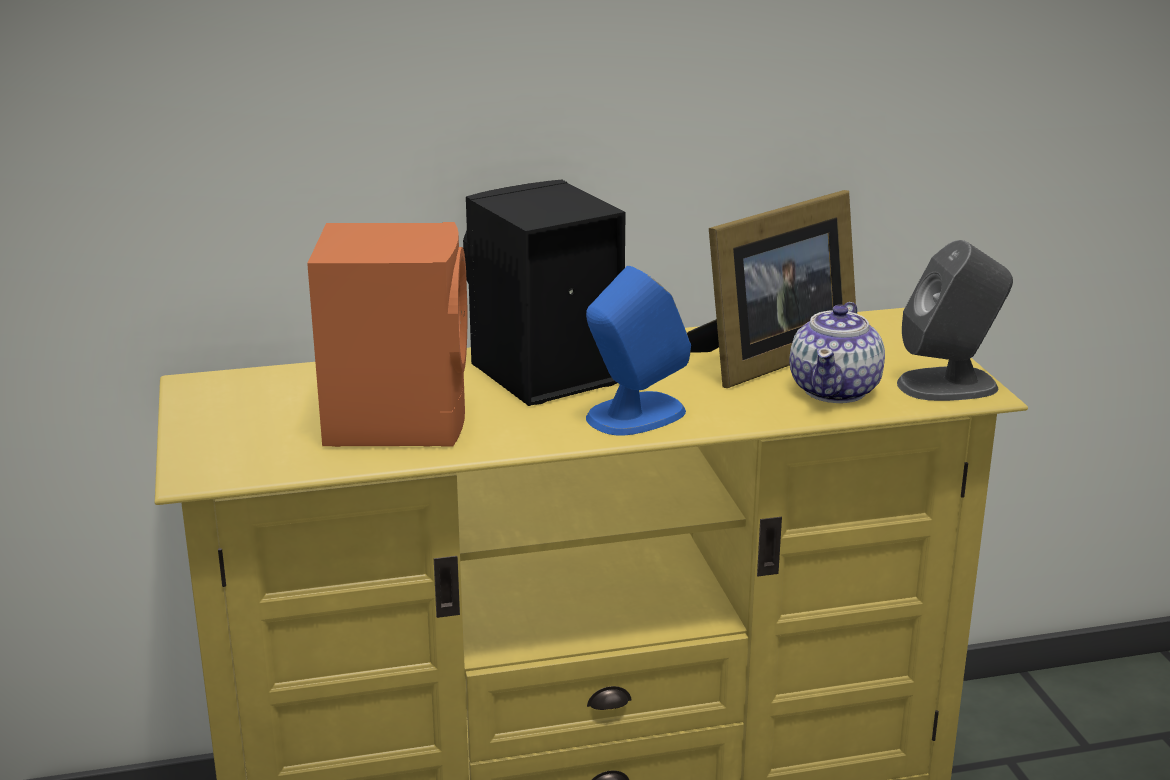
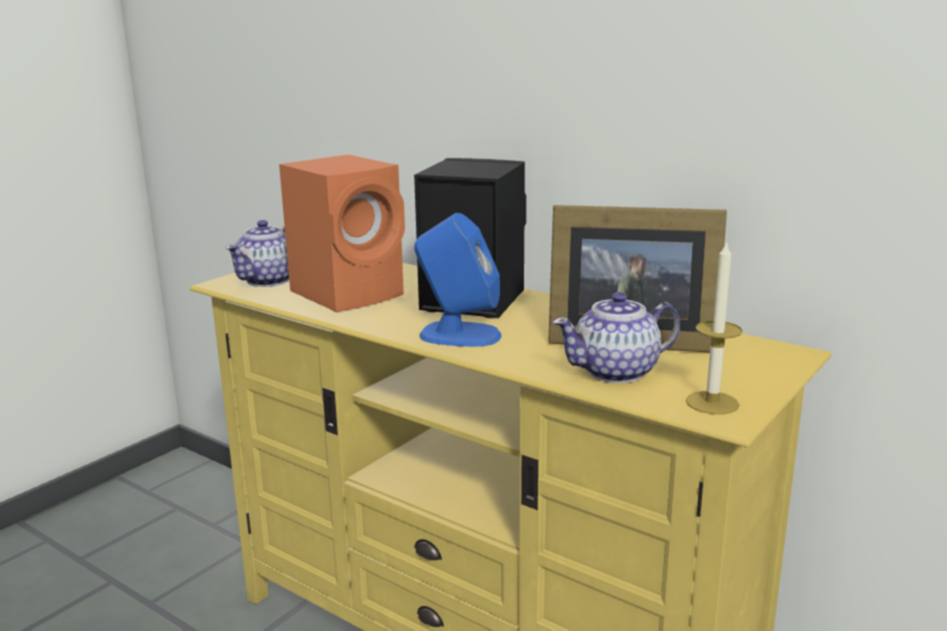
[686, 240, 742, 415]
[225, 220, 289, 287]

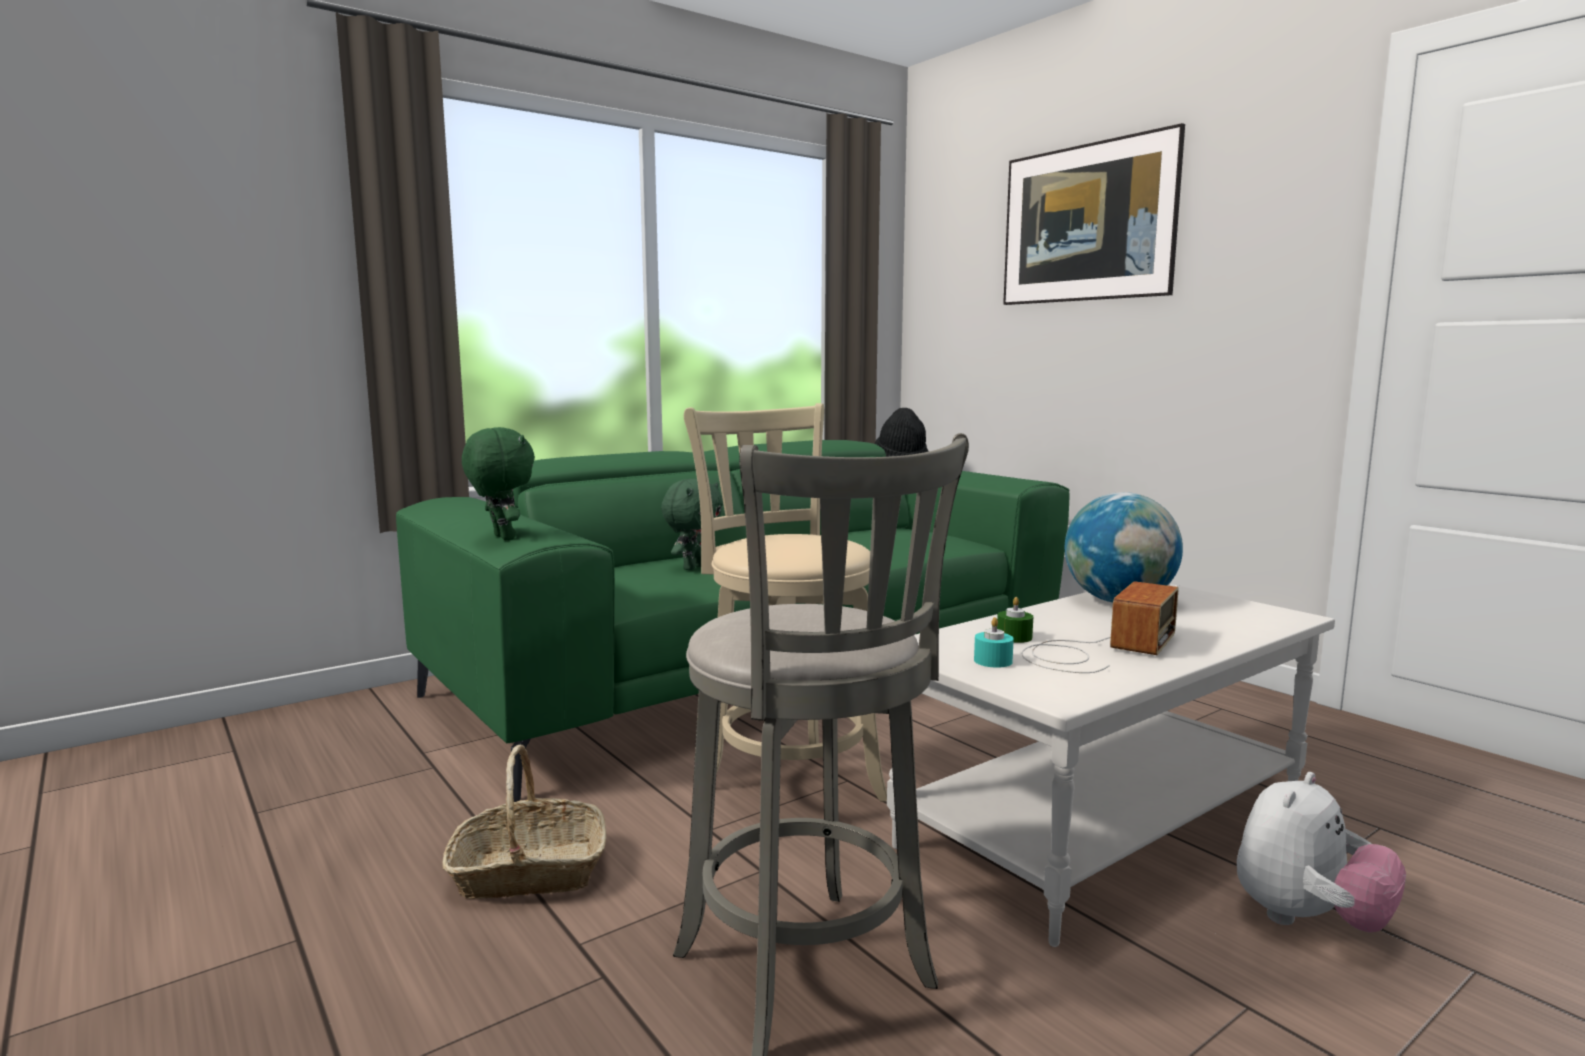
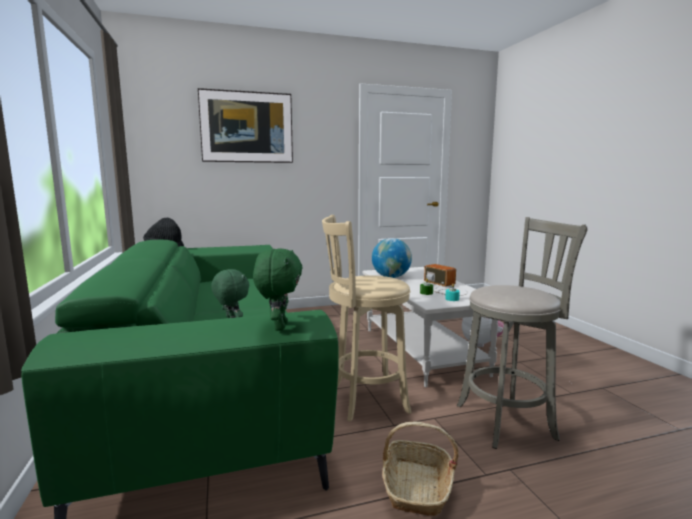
[253, 248, 303, 331]

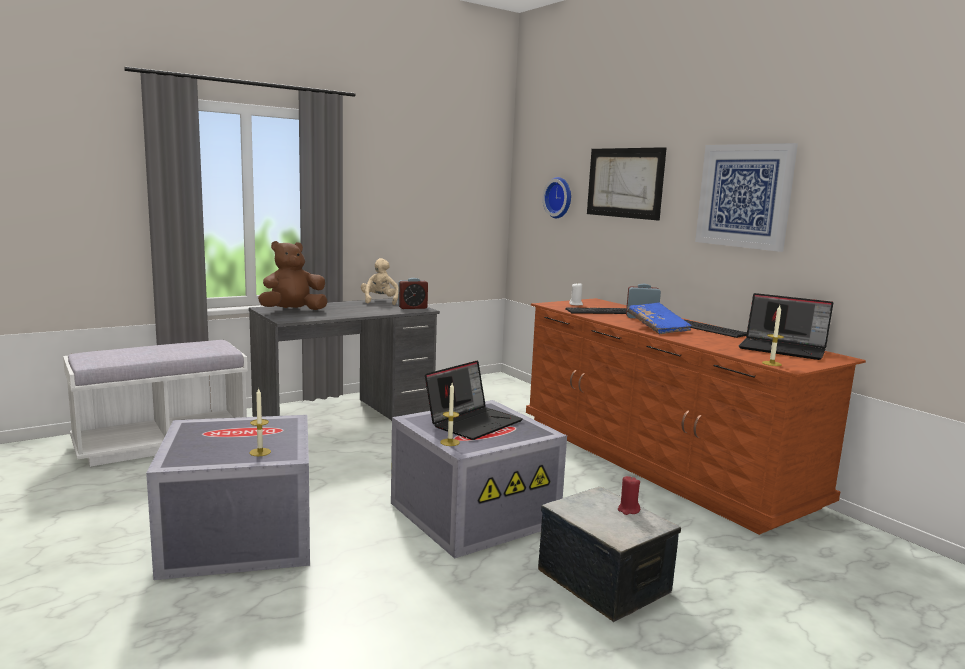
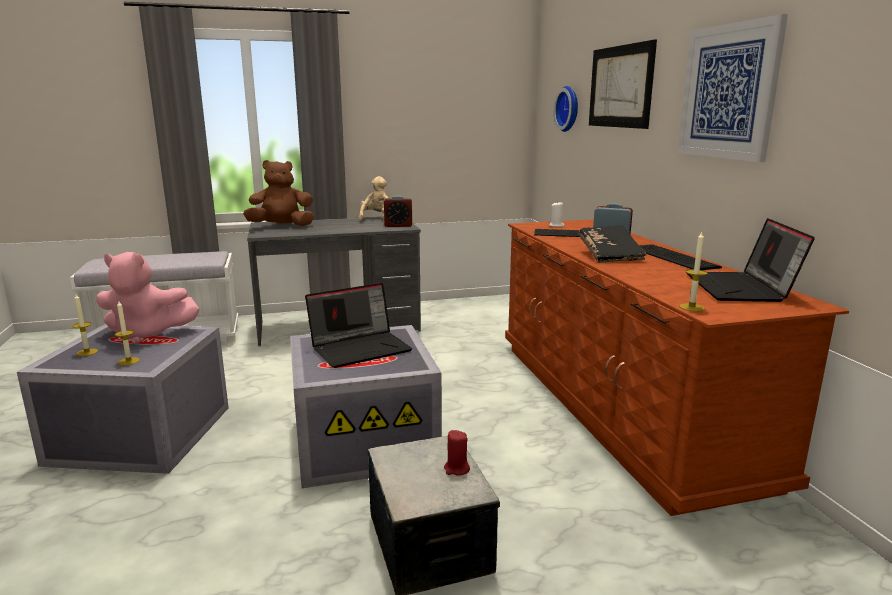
[72, 294, 98, 356]
[578, 225, 647, 263]
[687, 218, 815, 302]
[96, 252, 199, 345]

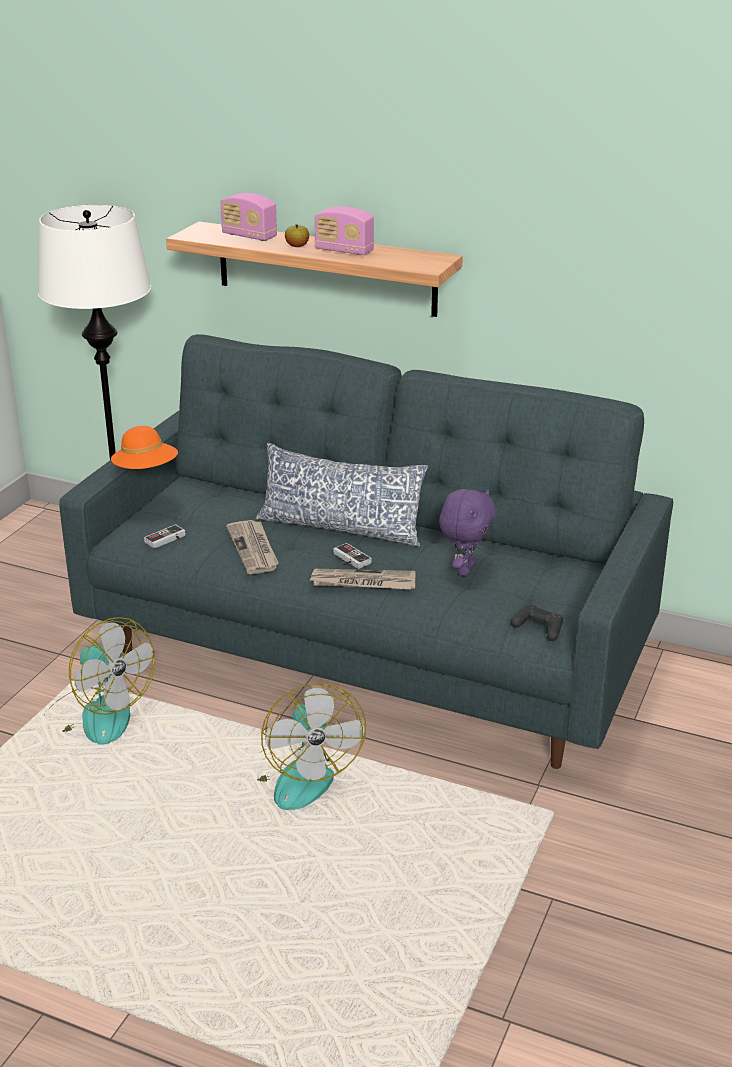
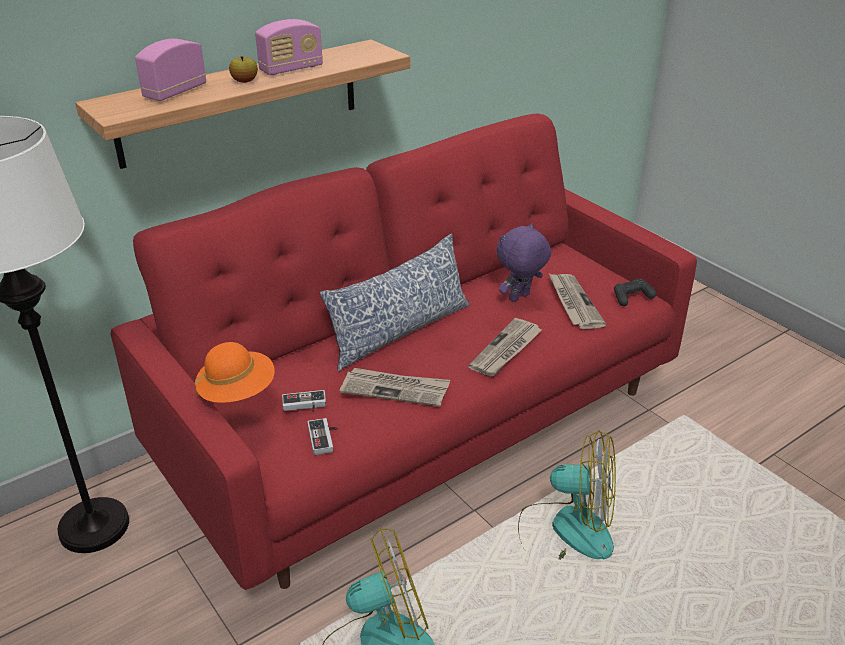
[110, 114, 697, 590]
[135, 39, 206, 101]
[282, 390, 326, 412]
[497, 223, 551, 302]
[549, 274, 606, 329]

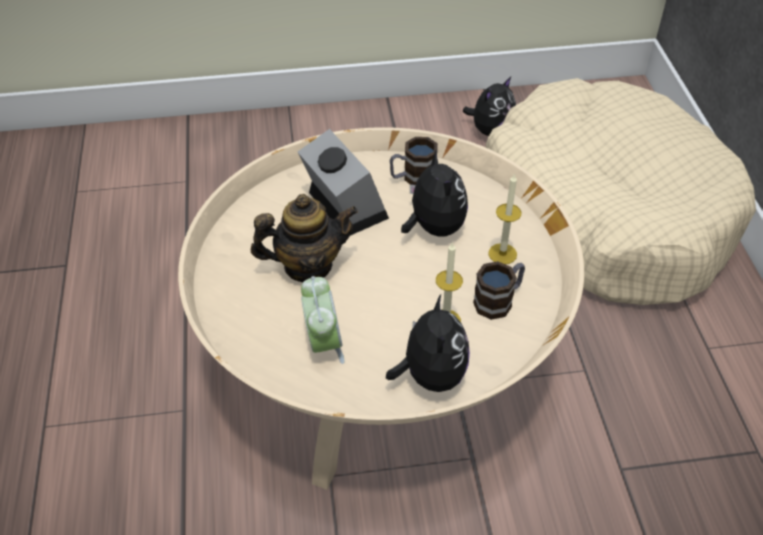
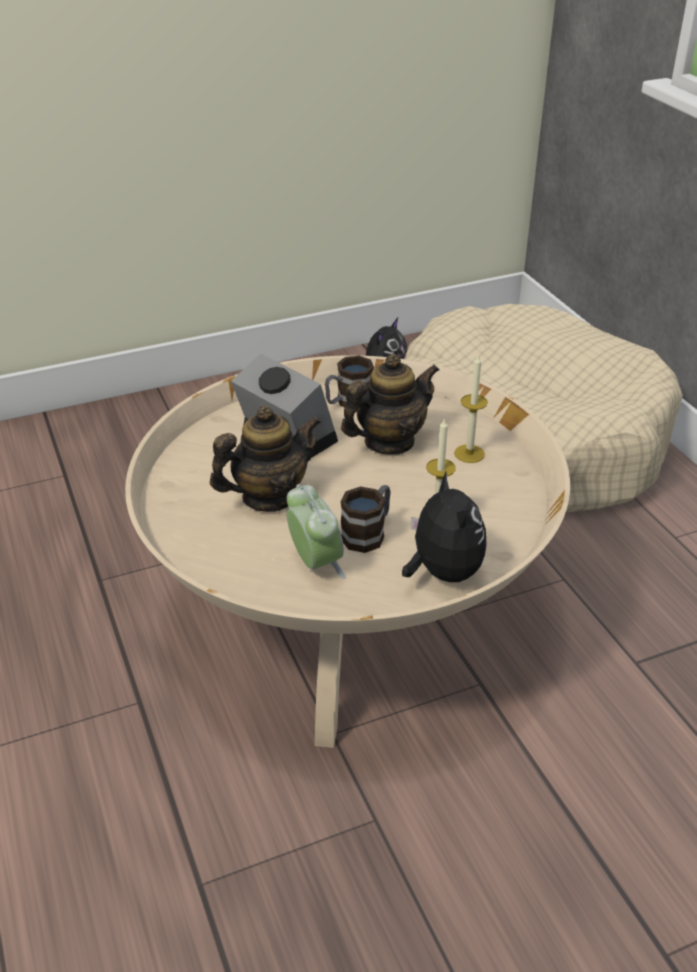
[341, 354, 439, 455]
[341, 485, 391, 553]

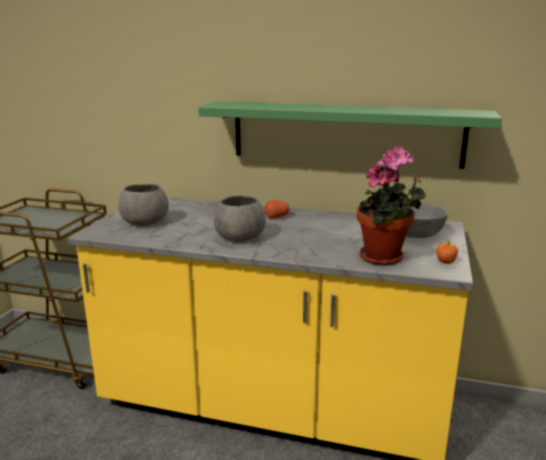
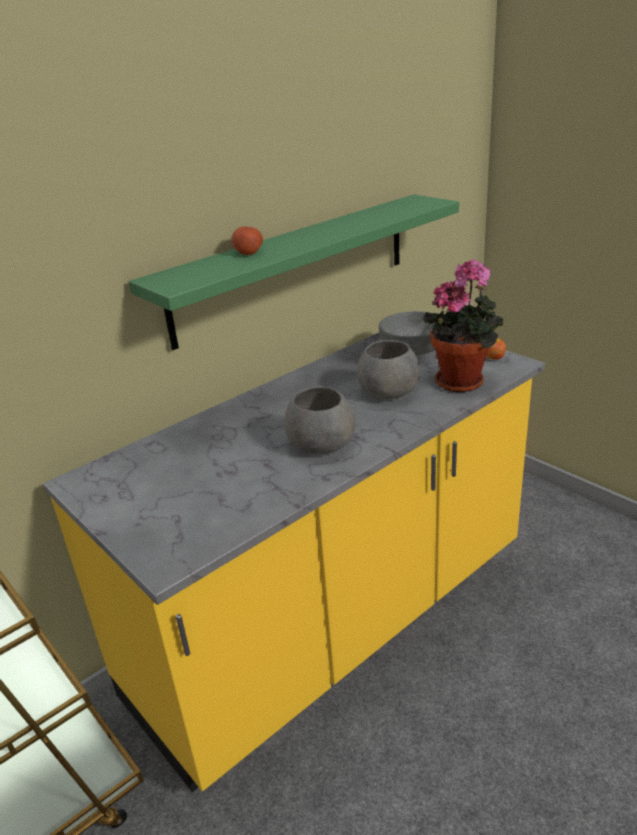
[357, 340, 420, 400]
[232, 226, 263, 255]

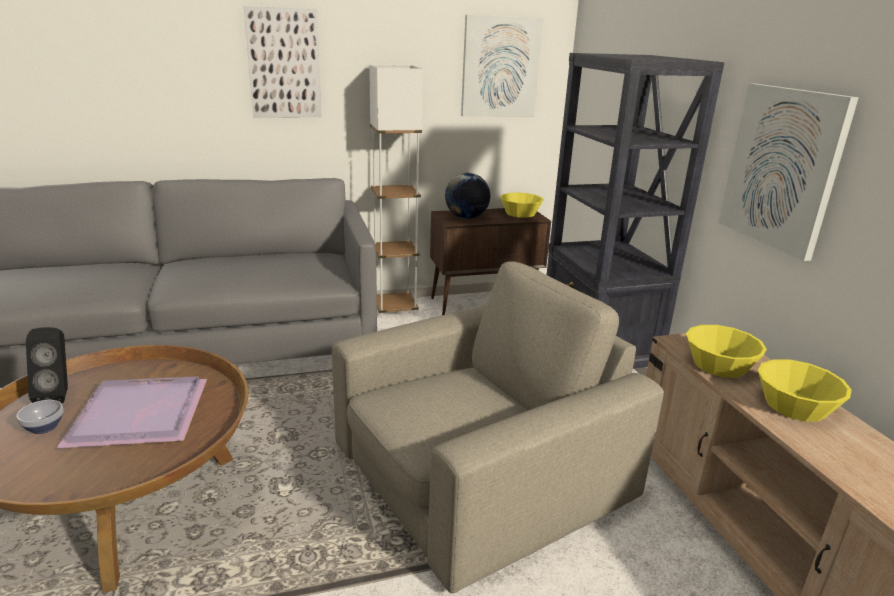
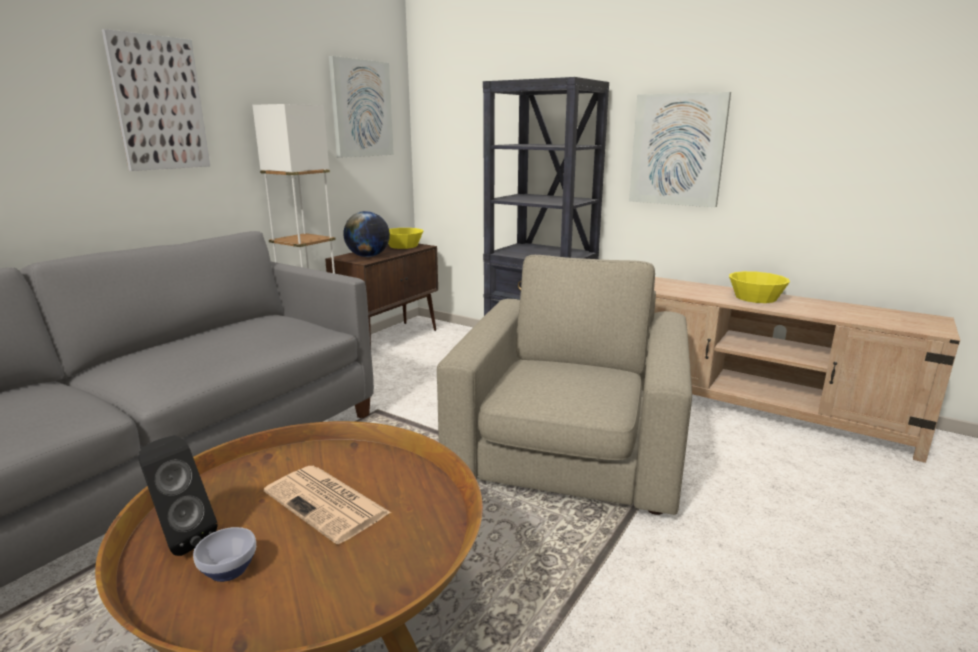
[264, 466, 391, 544]
[686, 325, 767, 378] (first image)

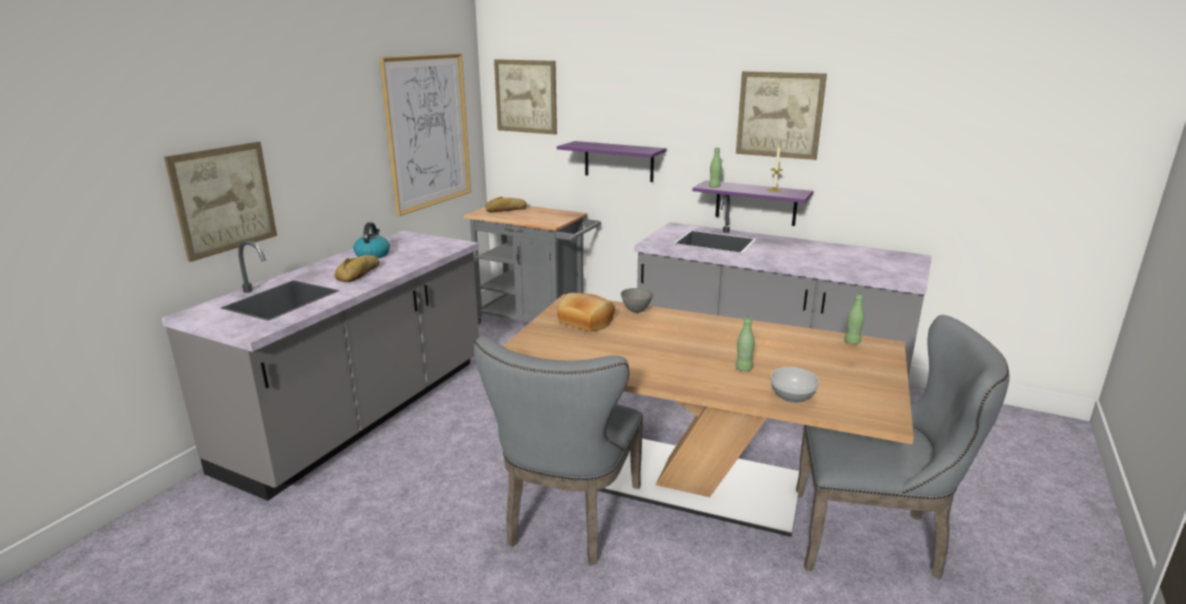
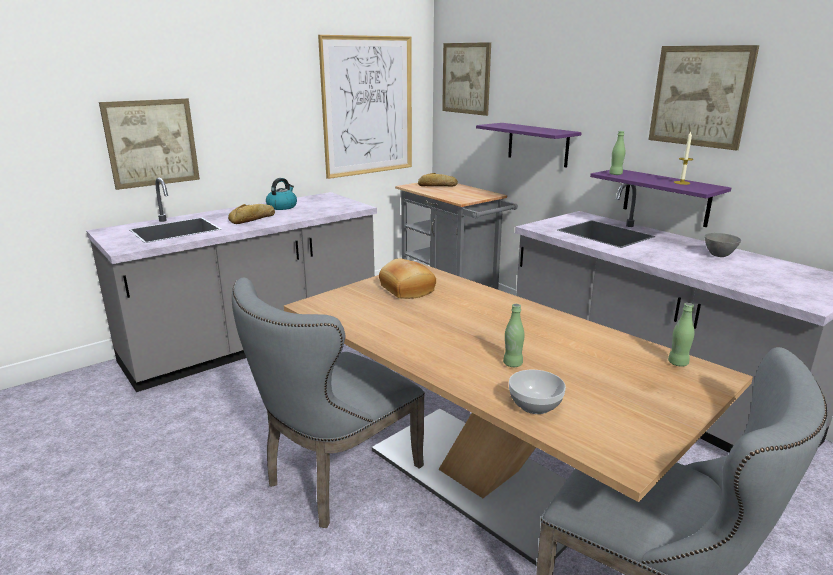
[704, 233, 741, 257]

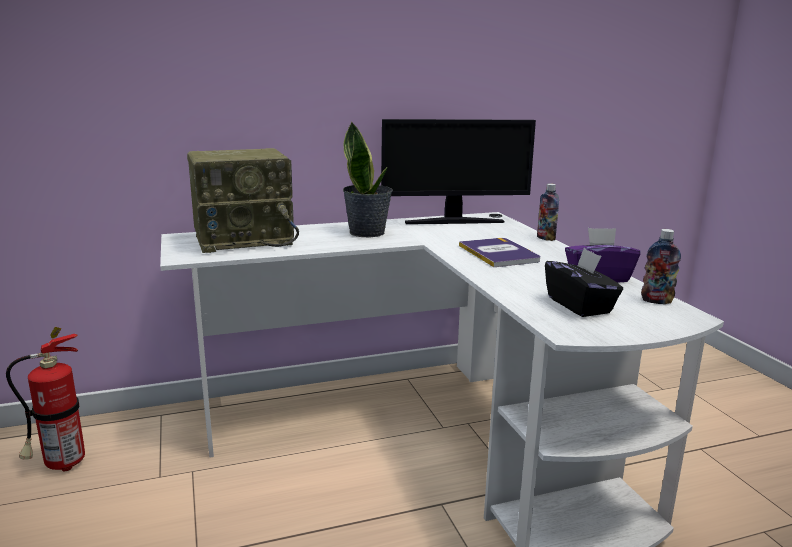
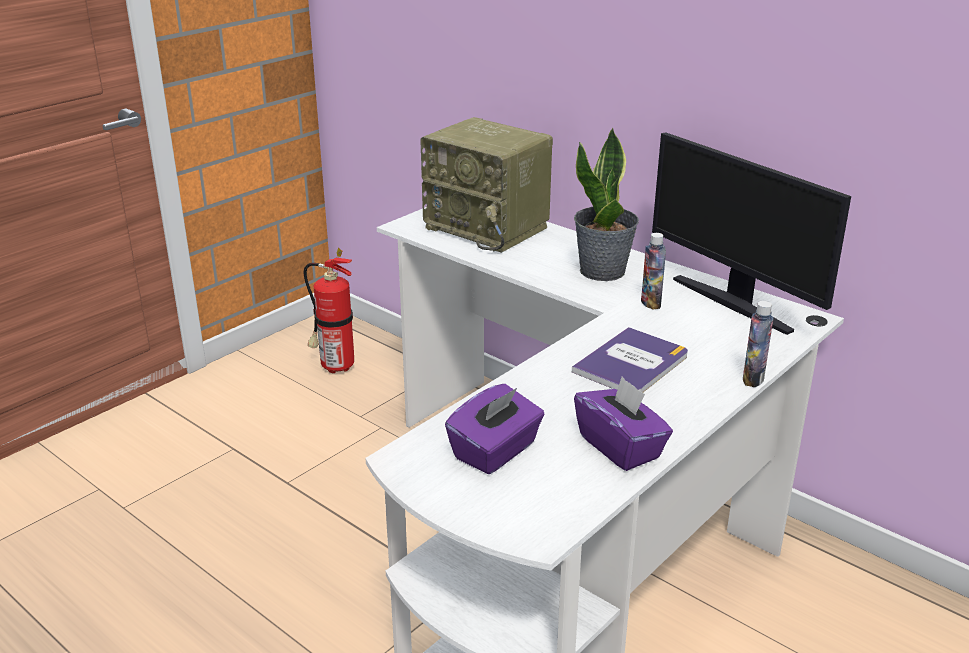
[445, 384, 545, 474]
[641, 233, 666, 310]

